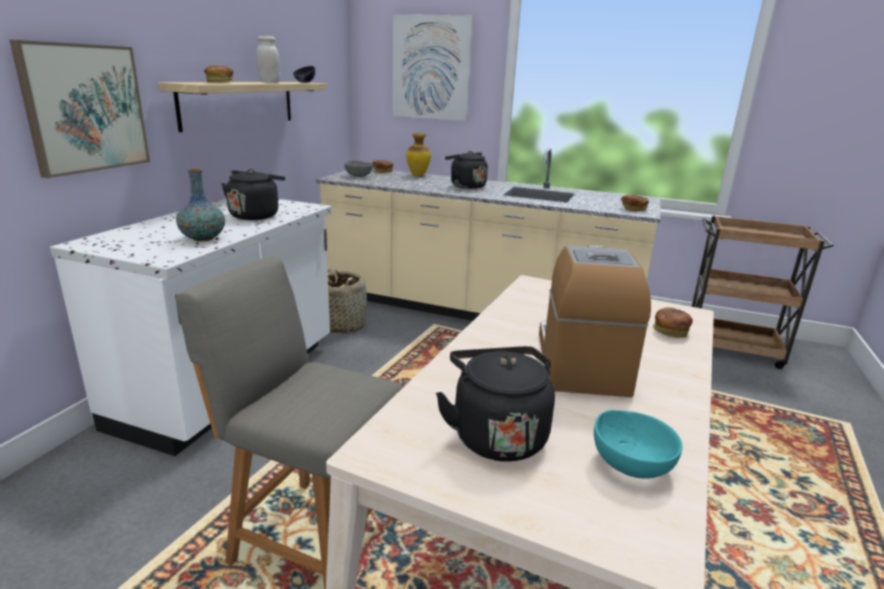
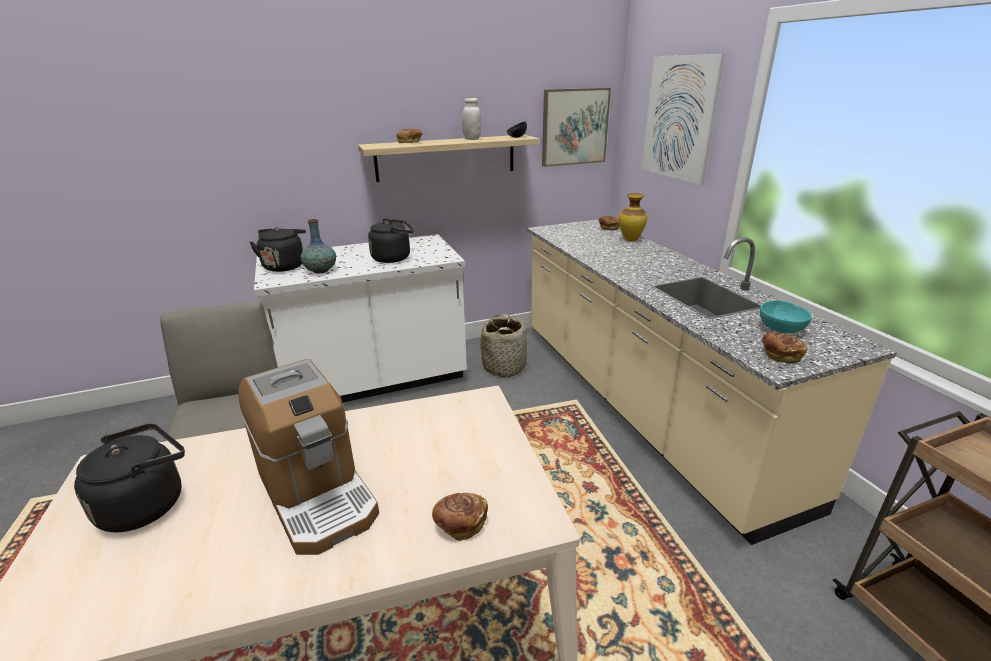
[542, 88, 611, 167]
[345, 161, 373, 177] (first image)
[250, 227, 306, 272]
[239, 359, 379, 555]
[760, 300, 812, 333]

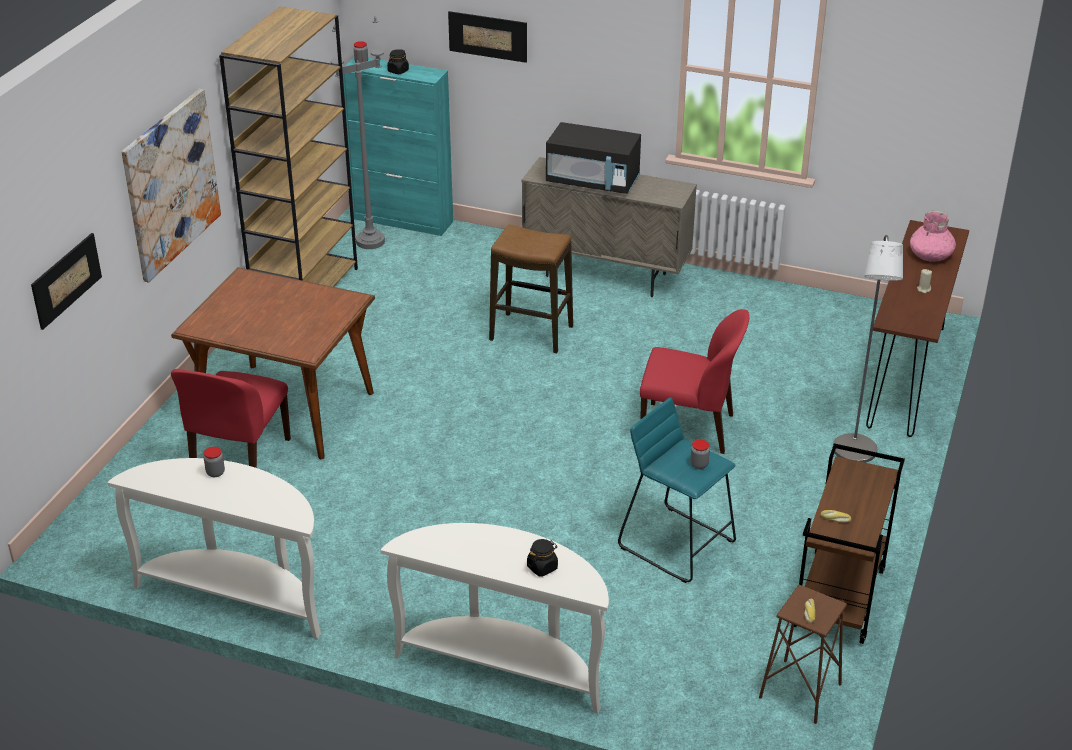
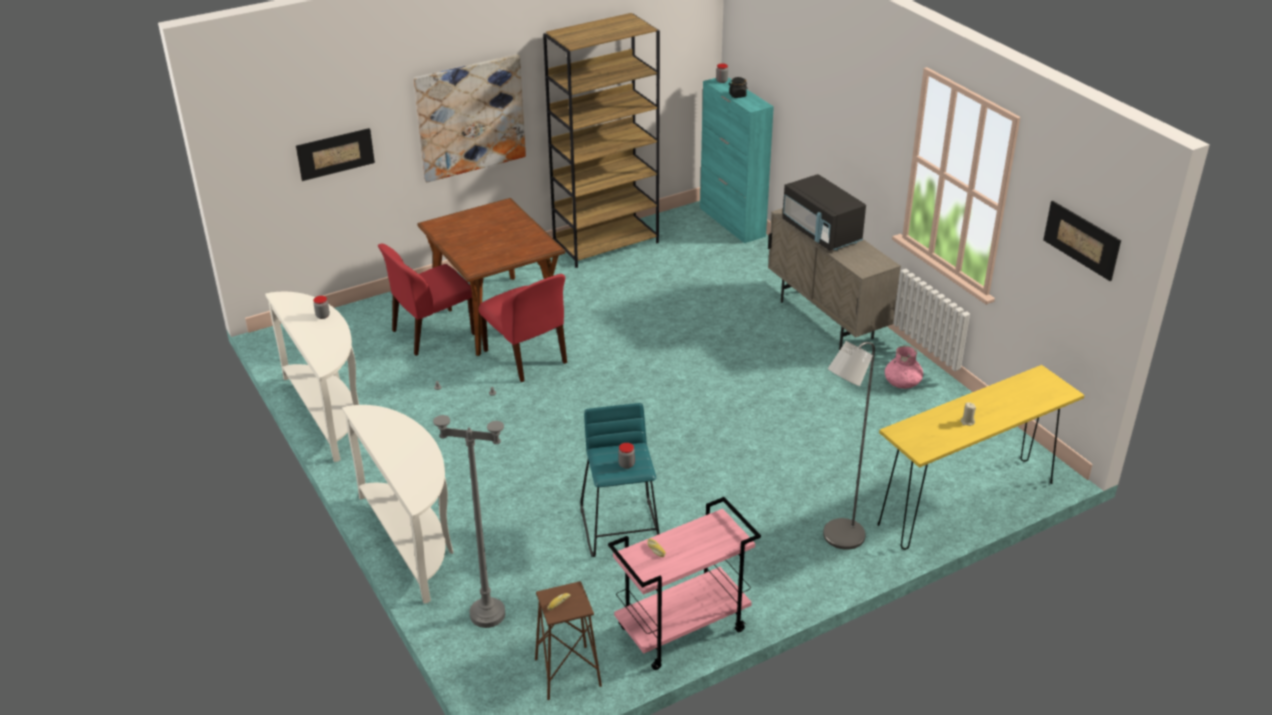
[433, 381, 505, 628]
[1043, 201, 1121, 281]
[489, 225, 573, 353] (first image)
[527, 539, 558, 577] (first image)
[479, 274, 567, 382]
[608, 497, 761, 670]
[877, 365, 1085, 550]
[885, 346, 923, 389]

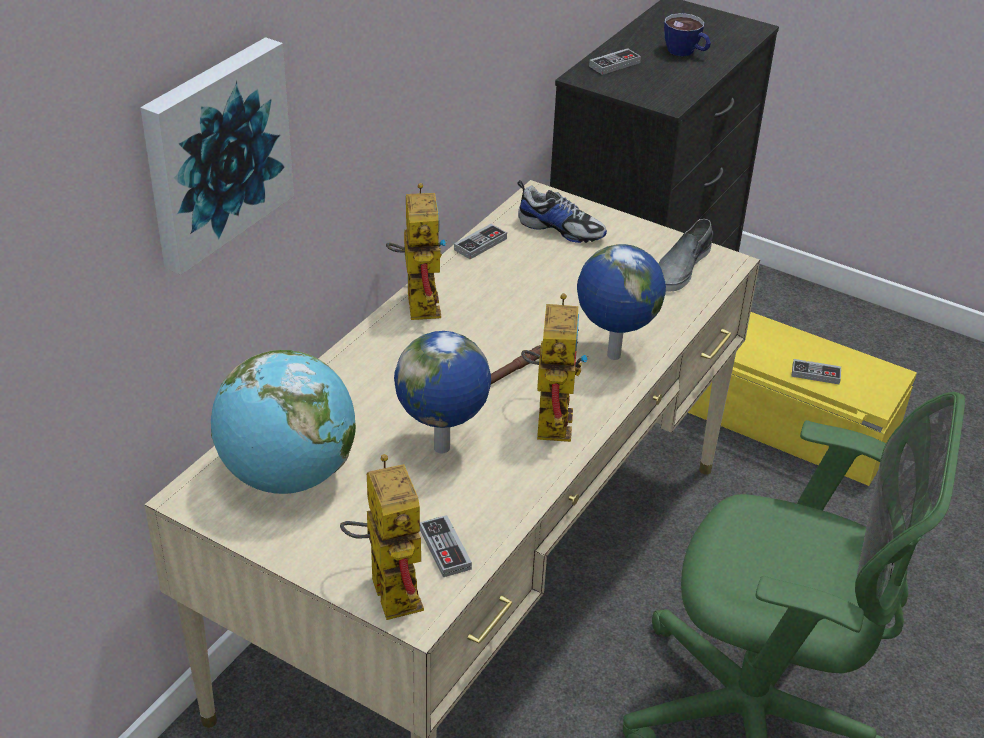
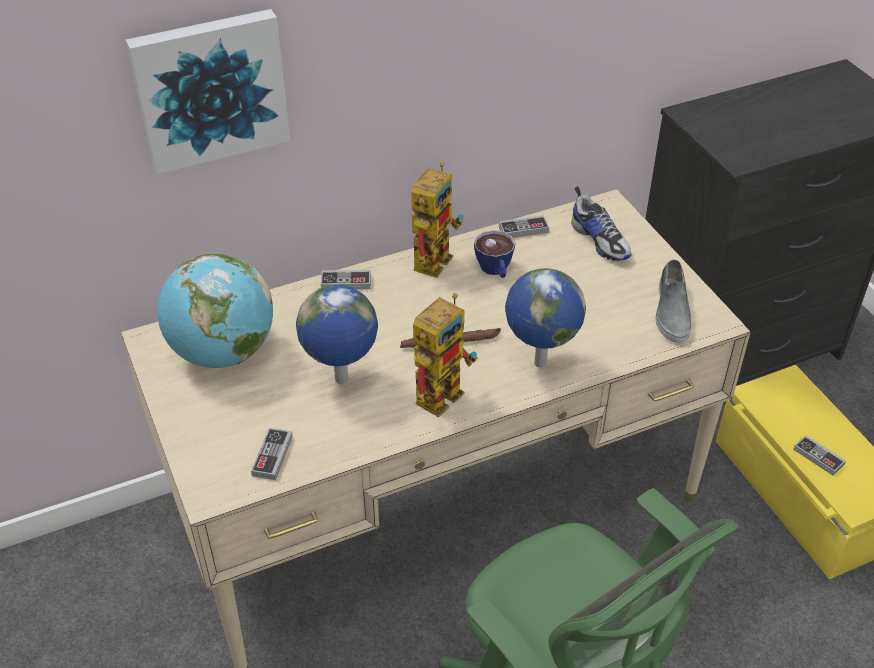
[340, 454, 424, 620] (first image)
[321, 270, 371, 289]
[655, 260, 691, 343]
[474, 230, 515, 278]

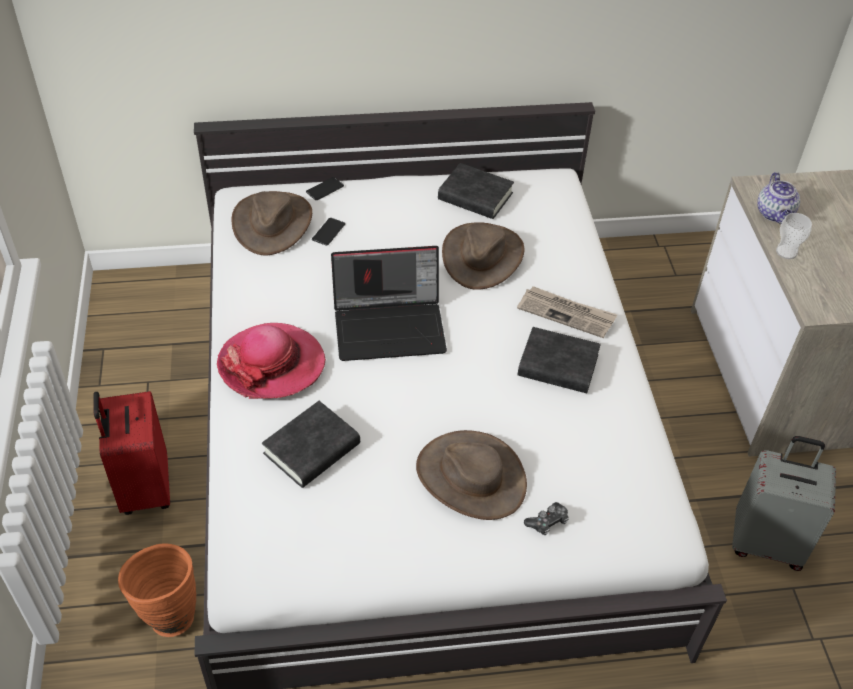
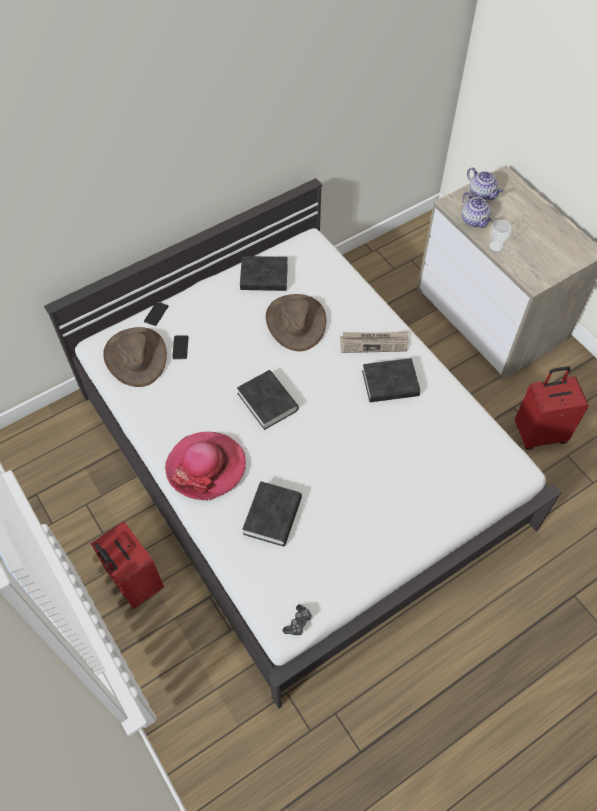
[118, 543, 196, 637] (first image)
[237, 370, 298, 430]
[416, 430, 527, 520] (first image)
[283, 605, 312, 635]
[515, 366, 589, 450]
[467, 167, 503, 200]

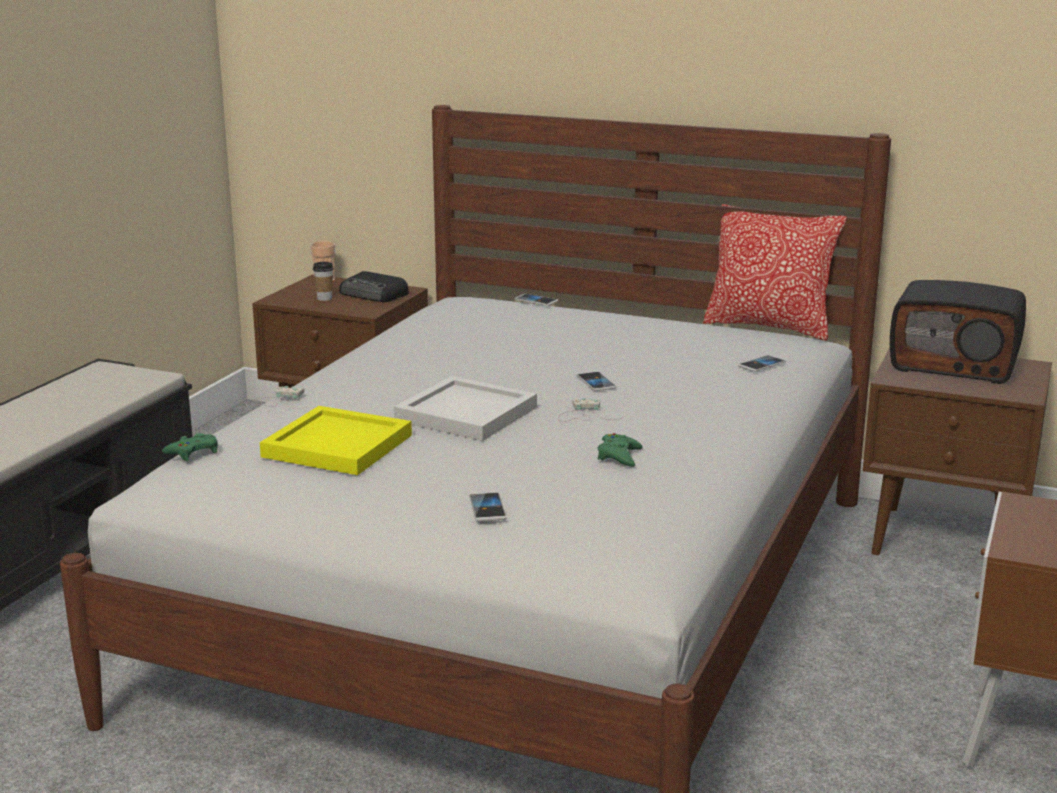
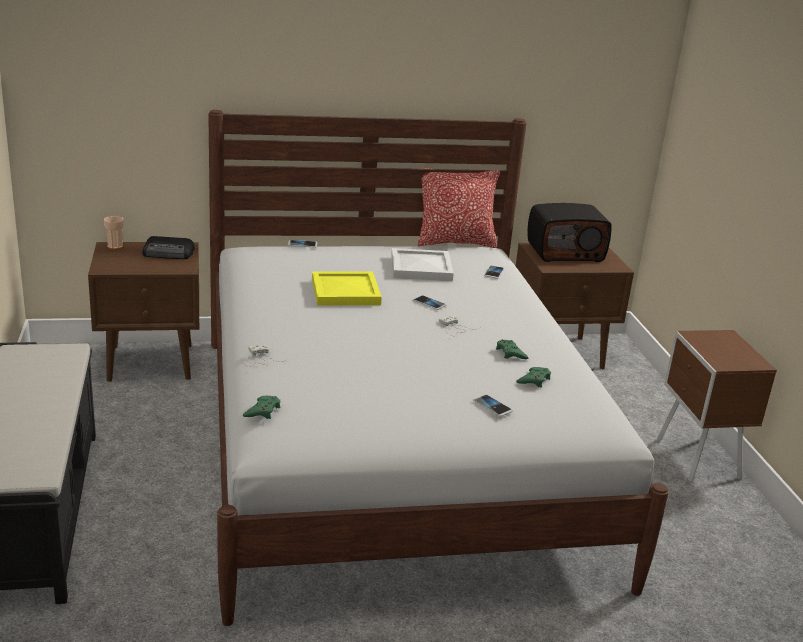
[312, 271, 382, 305]
[313, 262, 334, 301] (first image)
[391, 248, 454, 281]
[516, 367, 551, 387]

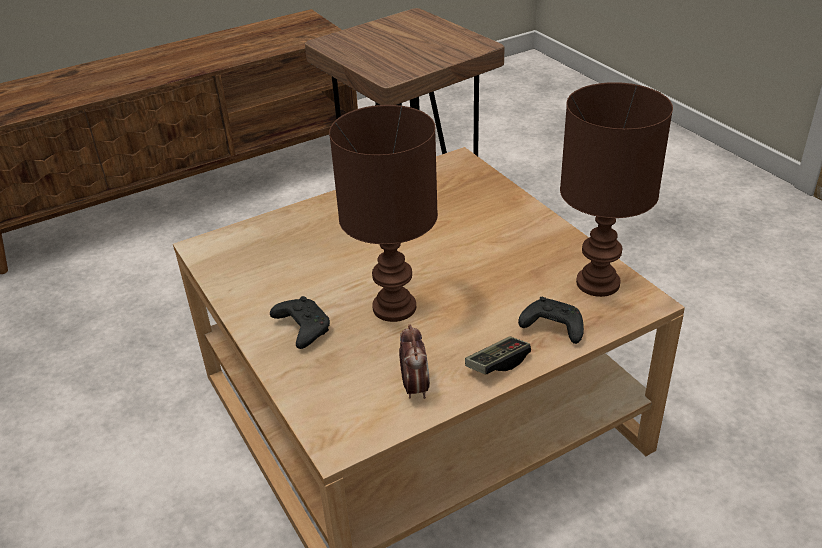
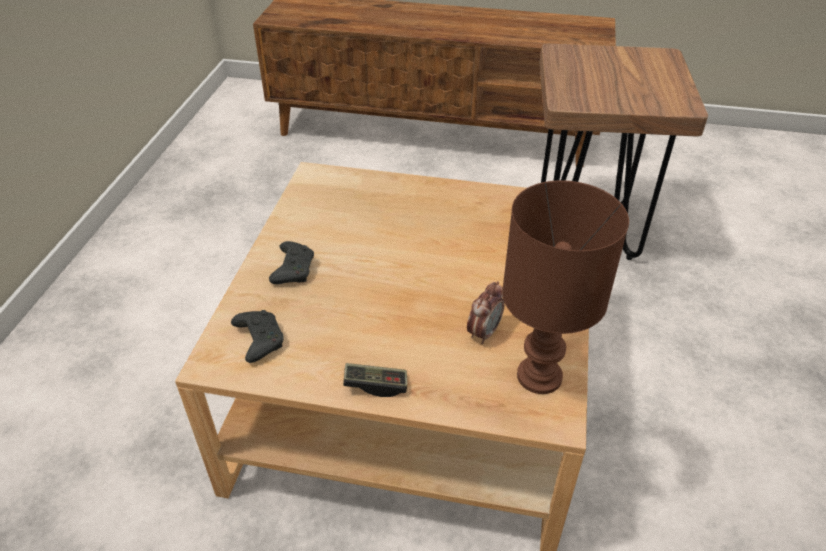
[329, 105, 438, 322] (first image)
[467, 281, 504, 344]
[231, 310, 284, 363]

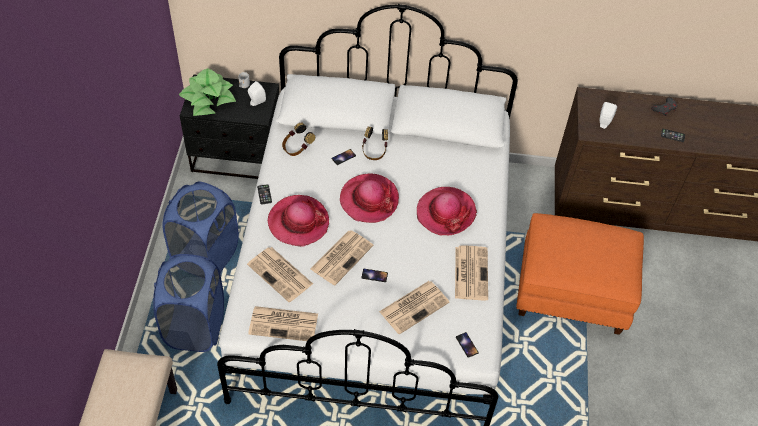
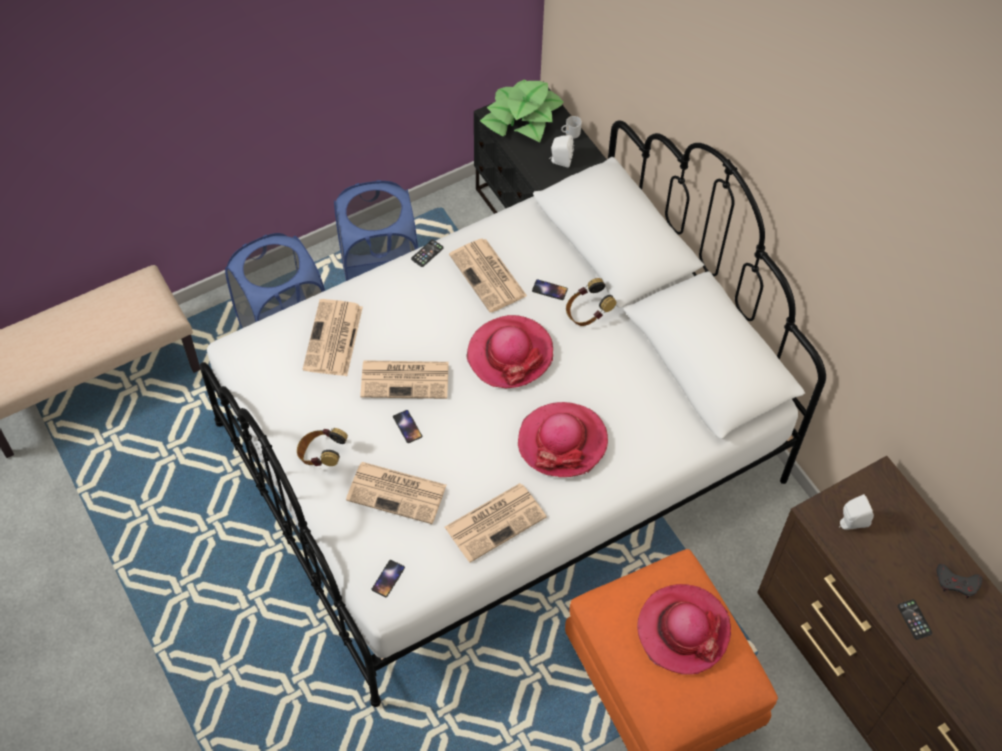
[449, 238, 527, 313]
[637, 584, 731, 675]
[297, 428, 348, 466]

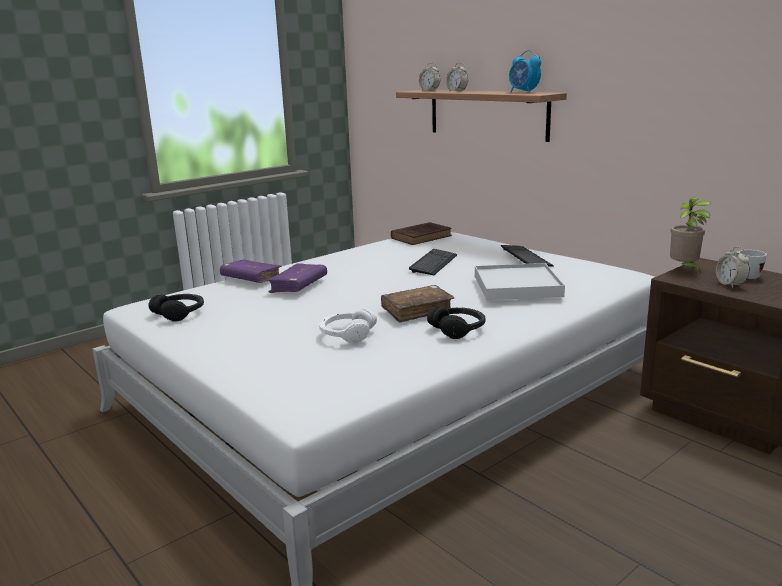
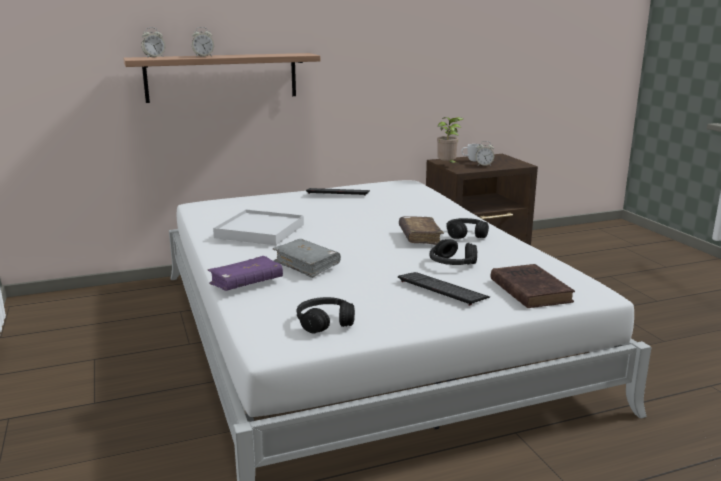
[273, 239, 341, 278]
[429, 239, 478, 265]
[491, 264, 575, 308]
[398, 272, 490, 306]
[213, 209, 304, 245]
[509, 50, 541, 93] (first image)

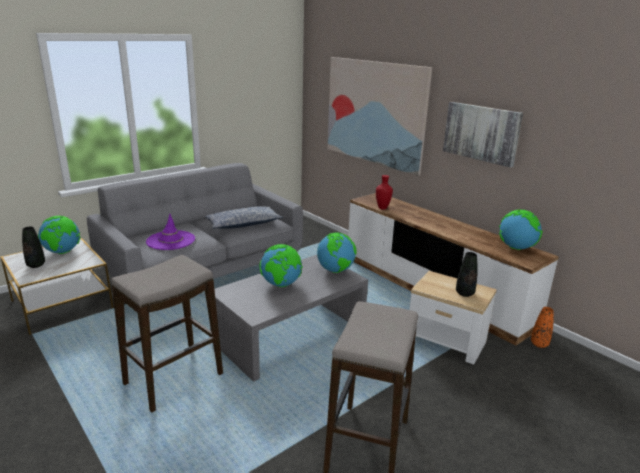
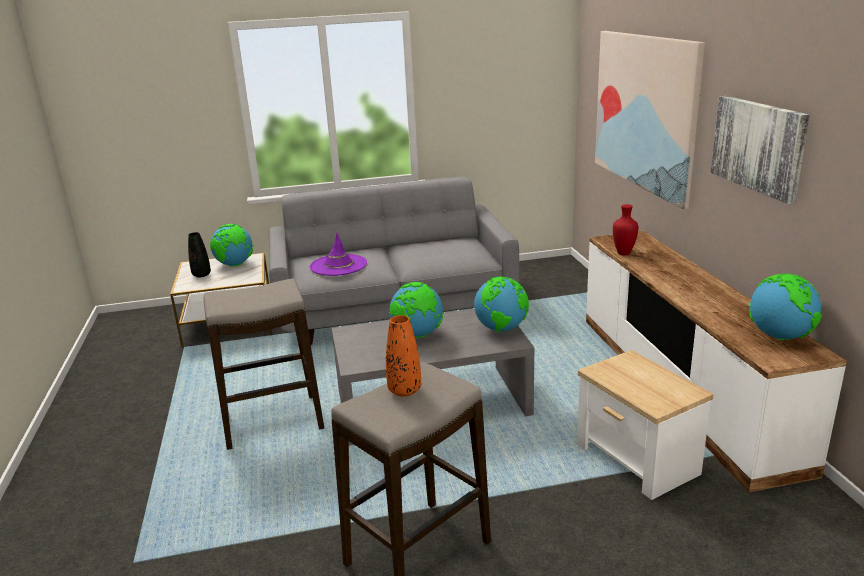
[205, 207, 283, 229] (first image)
[456, 252, 478, 297] (first image)
[386, 315, 421, 397]

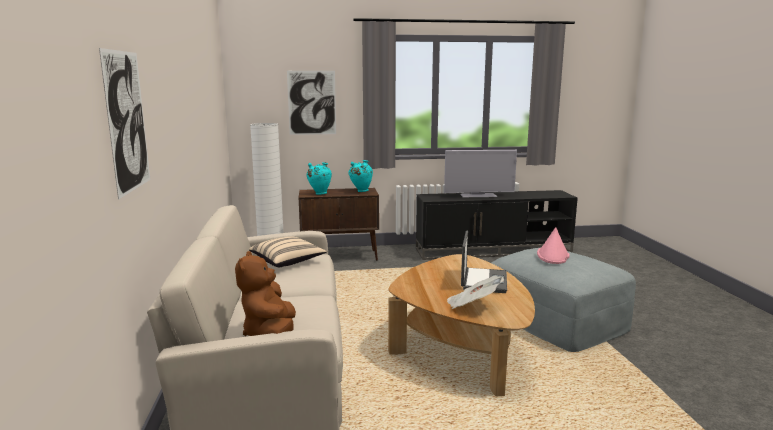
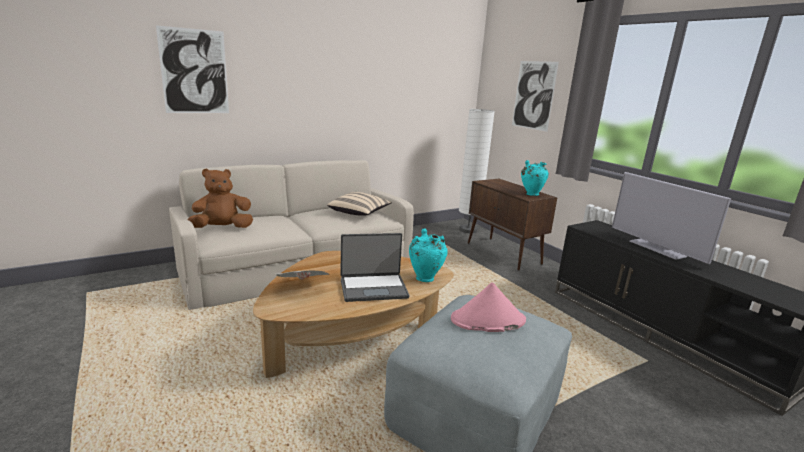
[409, 228, 448, 282]

